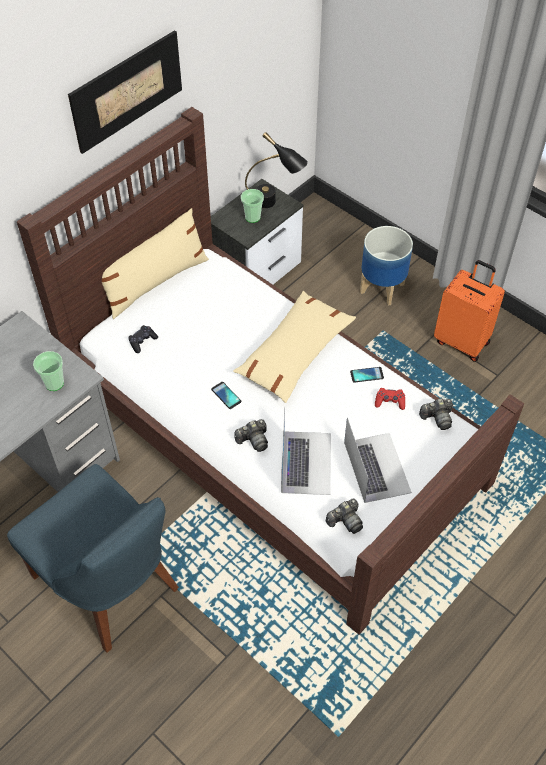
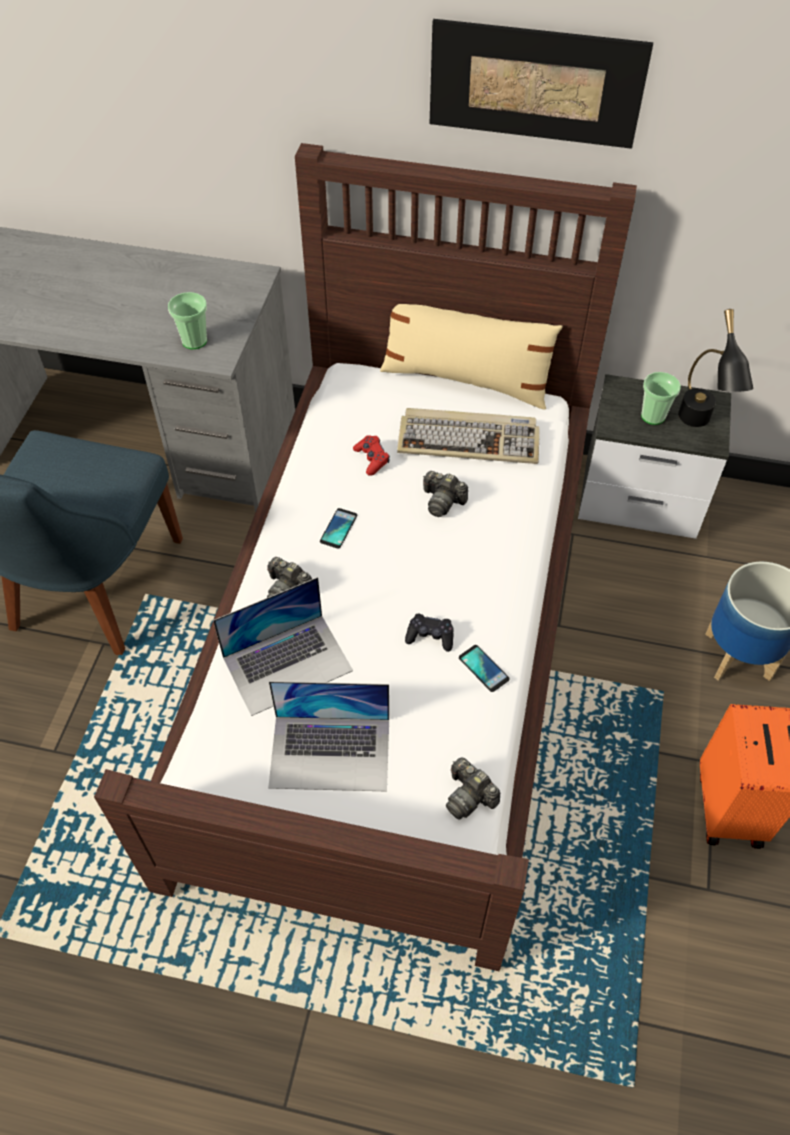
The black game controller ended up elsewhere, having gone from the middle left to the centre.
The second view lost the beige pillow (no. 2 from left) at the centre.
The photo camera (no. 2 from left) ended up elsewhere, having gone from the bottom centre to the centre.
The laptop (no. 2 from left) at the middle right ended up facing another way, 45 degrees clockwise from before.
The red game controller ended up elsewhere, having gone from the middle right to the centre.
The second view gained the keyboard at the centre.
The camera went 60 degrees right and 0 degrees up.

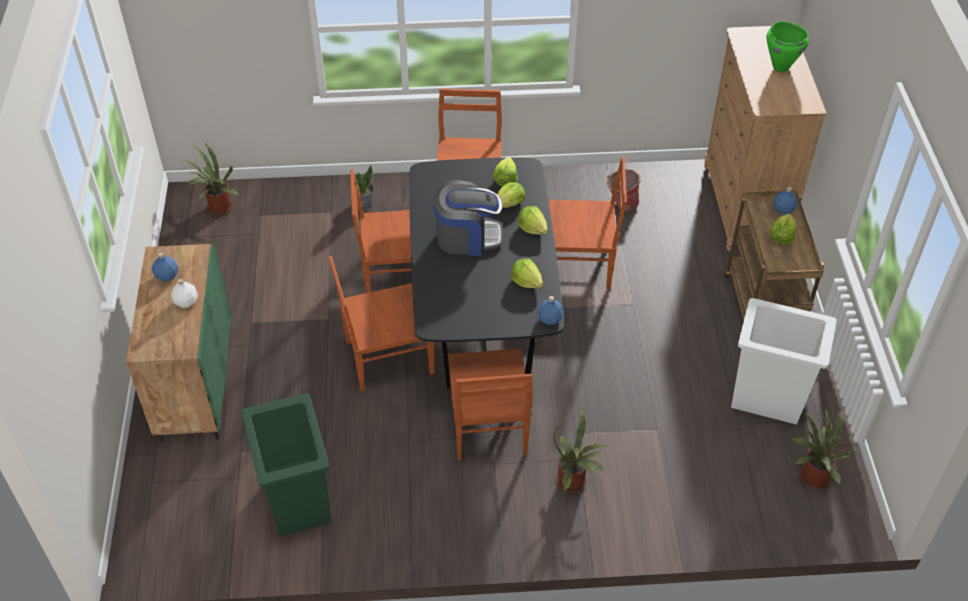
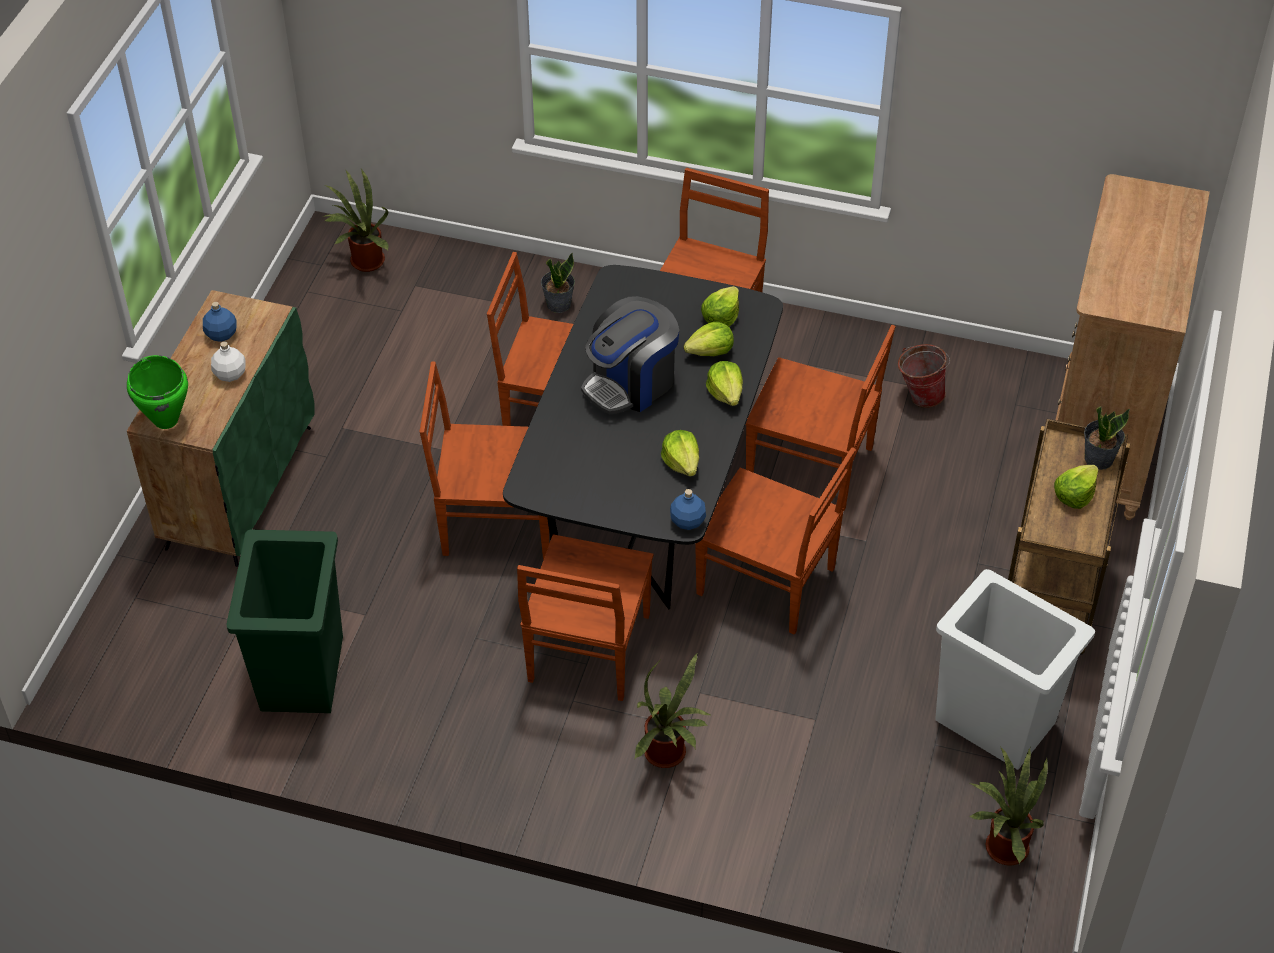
The coffee machine at the centre ended up facing another way, 120 degrees clockwise from before.
The green cooking pot ended up elsewhere, having gone from the top right to the middle left.
Where the blue bottle (no. 3 from left) stood at the top right, the potted plant (no. 5 from left) came to stand at the middle right.
The second view gained the brown chair (no. 5 from left) at the centre.
The camera went 20 degrees right and 0 degrees up.

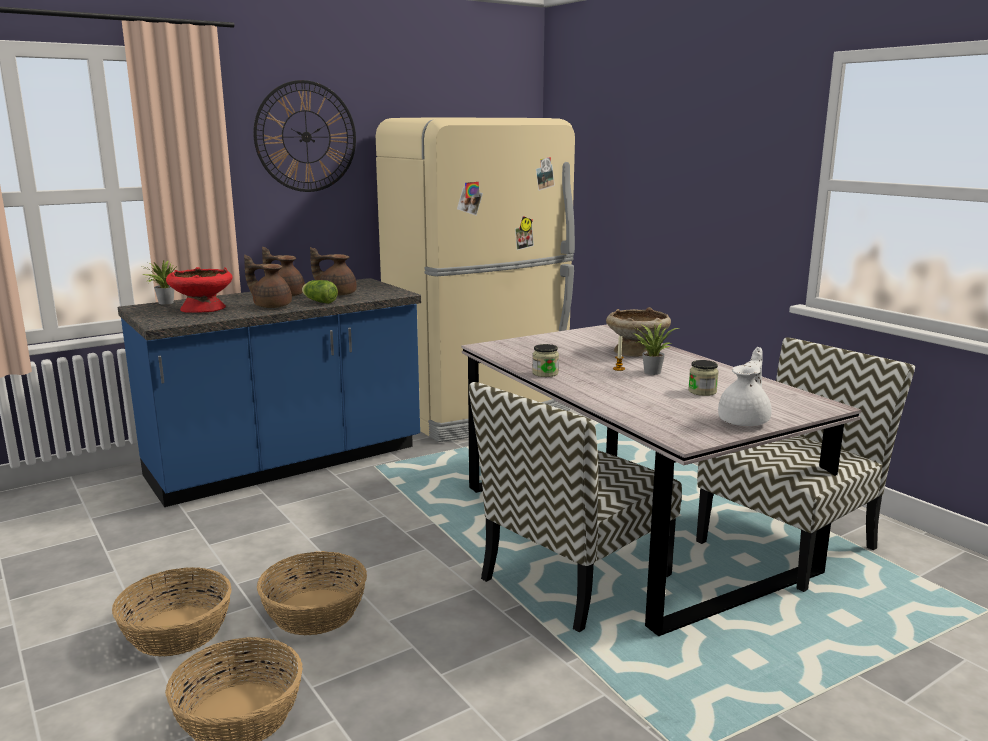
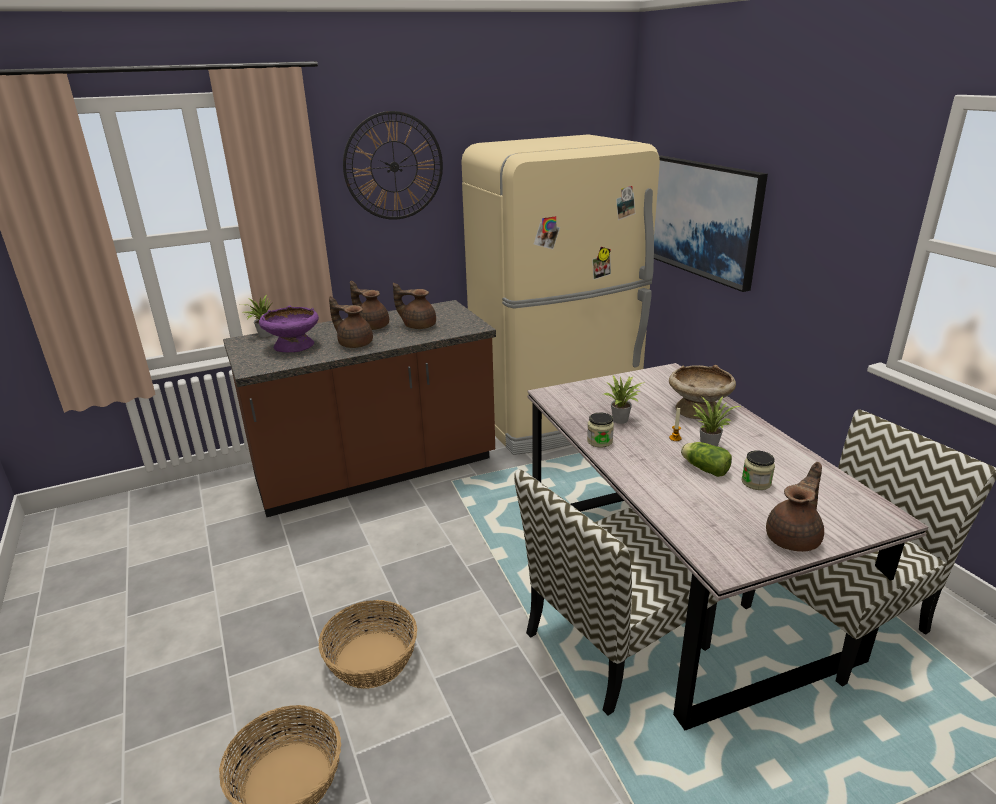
The second view lost the basket (no. 1 from left) at the bottom left.
What was the blue counter at the middle left turned into the brown counter at the centre.
What was the red bowl at the middle left turned into the purple bowl at the middle left.
The lettuce ended up elsewhere, having gone from the middle left to the middle right.
What was the white teapot at the middle right turned into the brown teapot (no. 4 from left) at the middle right.
The second view gained the potted plant (no. 2 from left) at the centre.
The second view gained the picture at the top right.
The camera went 10 degrees right and 10 degrees up.

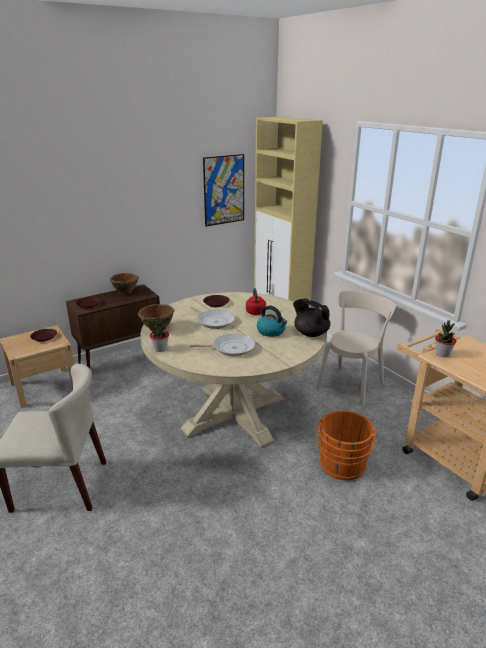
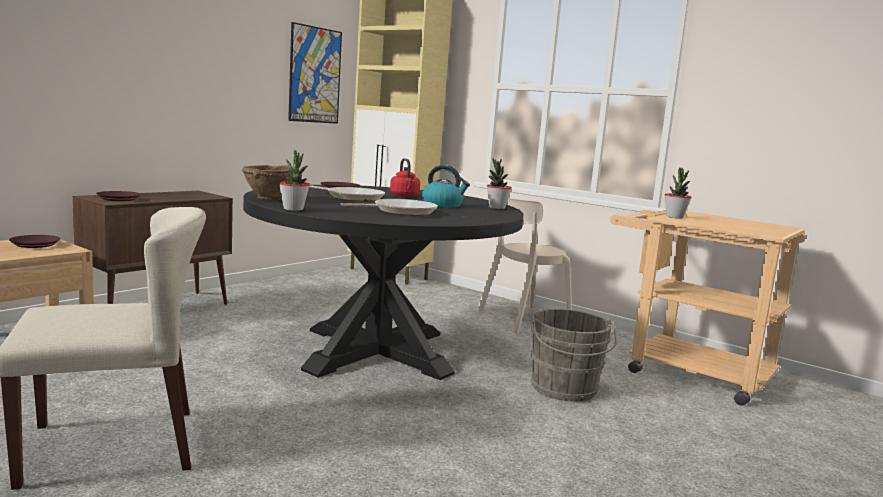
The second view lost the brown bowl (no. 1 from left) at the middle left.
What was the beige dining table at the centre turned into the black dining table at the centre.
Where the black teapot stood at the centre, the potted plant (no. 2 from left) came to stand at the centre.
The beige chair (no. 2 from left) at the middle right ended up facing another way, 135 degrees counterclockwise from before.
What was the orange bucket at the bottom right turned into the grey bucket at the bottom centre.
The camera went 20 degrees left and 15 degrees down.

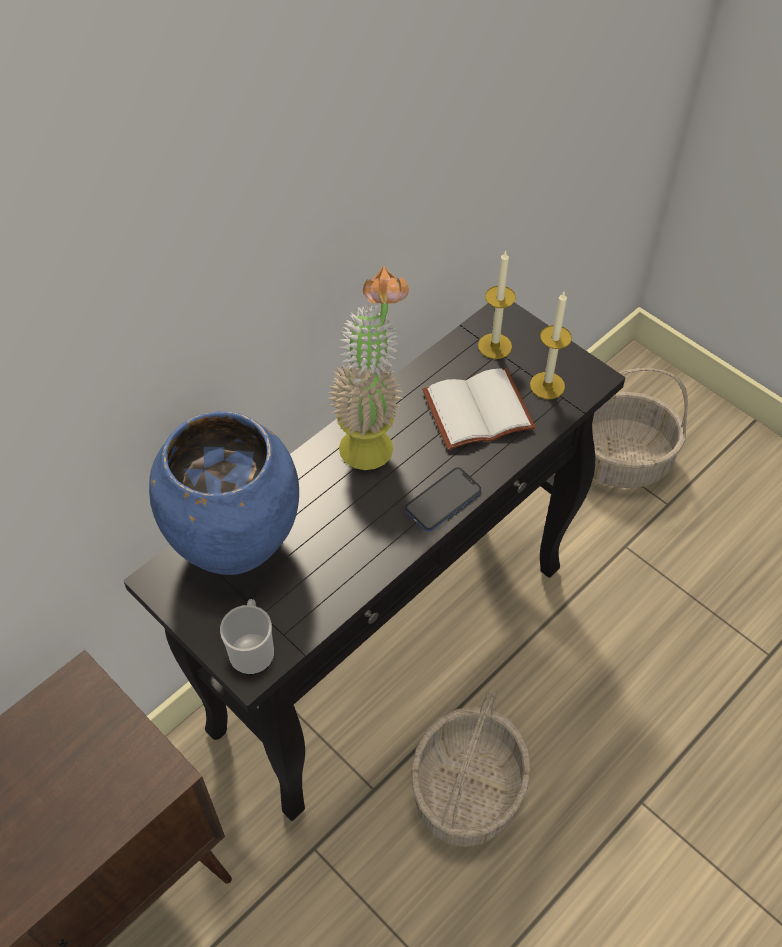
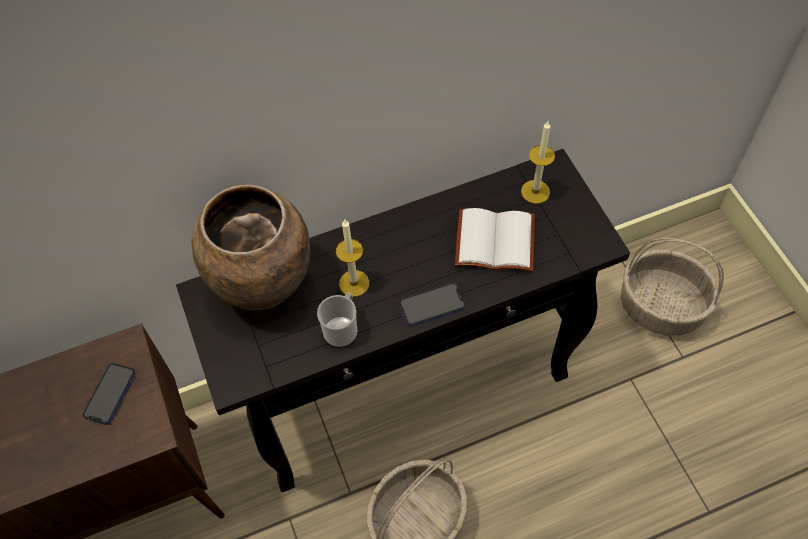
What was the blue vase at the middle left turned into the brown vase at the middle left.
The mug ended up elsewhere, having gone from the bottom left to the centre.
The second view lost the potted plant at the centre.
The candle (no. 2 from left in the first image) ended up elsewhere, having gone from the middle right to the centre.
The second view gained the phone (no. 1 from left) at the bottom left.
The camera went 25 degrees right and 5 degrees up.

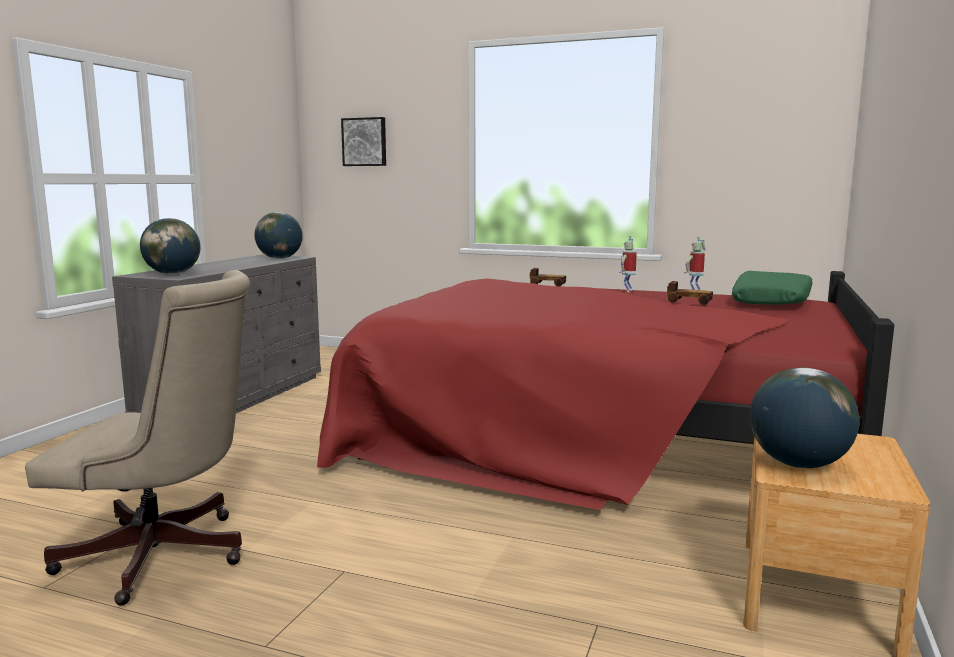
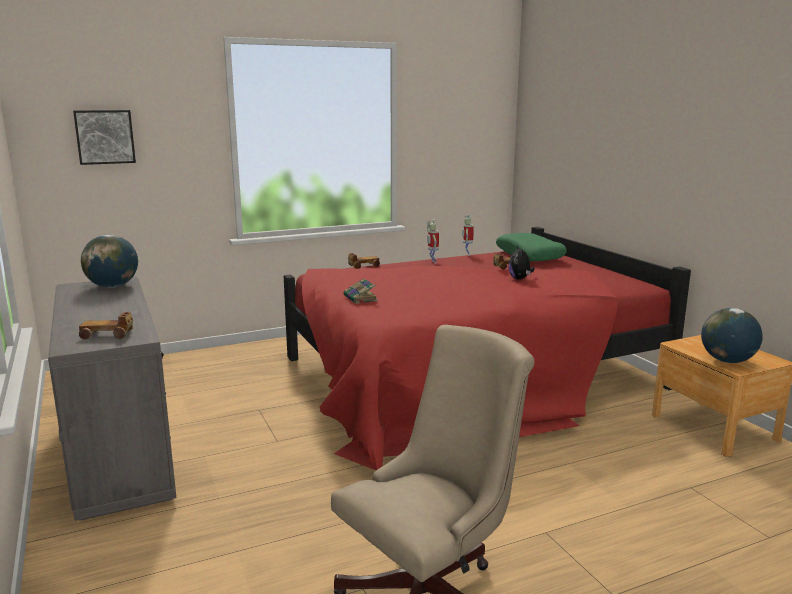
Where the globe (no. 1 from left) stood at the middle left, the toy car (no. 1 from left) came to stand at the middle left.
The second view gained the book at the centre.
The second view gained the plush toy at the centre.
The camera went 45 degrees left and 5 degrees up.

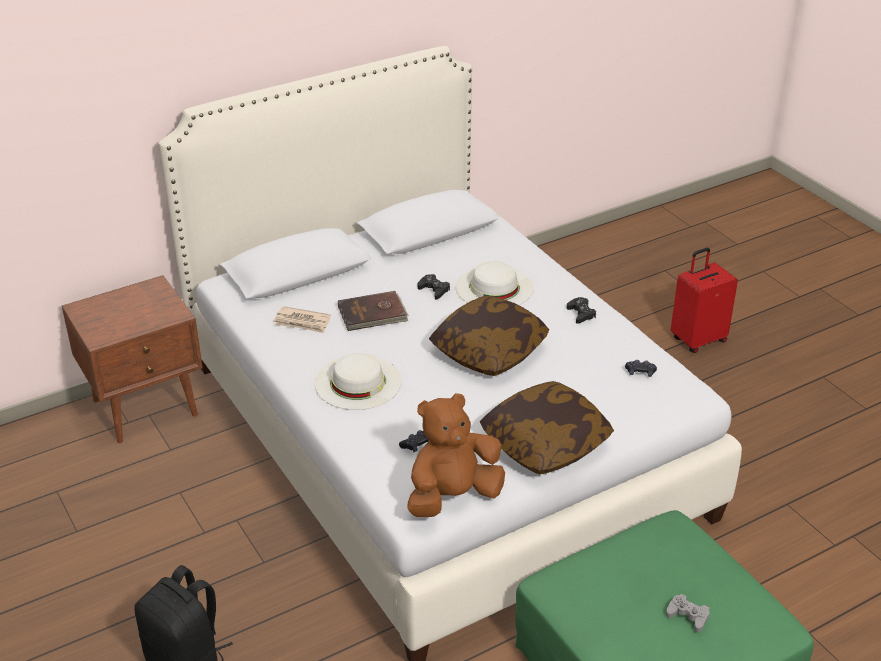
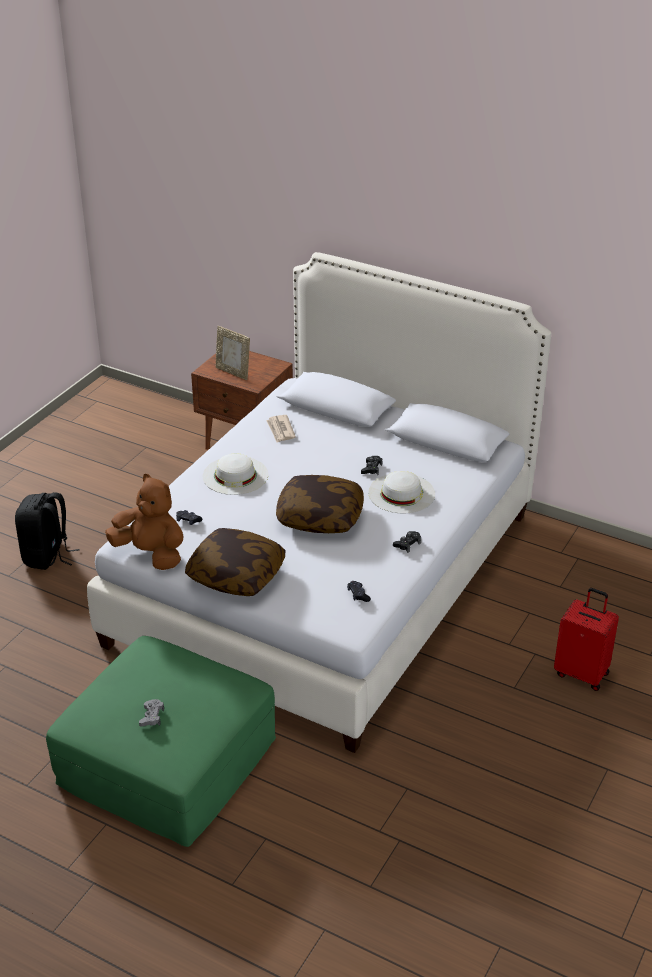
The second view lost the brown book at the centre.
The second view gained the picture frame at the centre.
The camera went 60 degrees right and 0 degrees up.

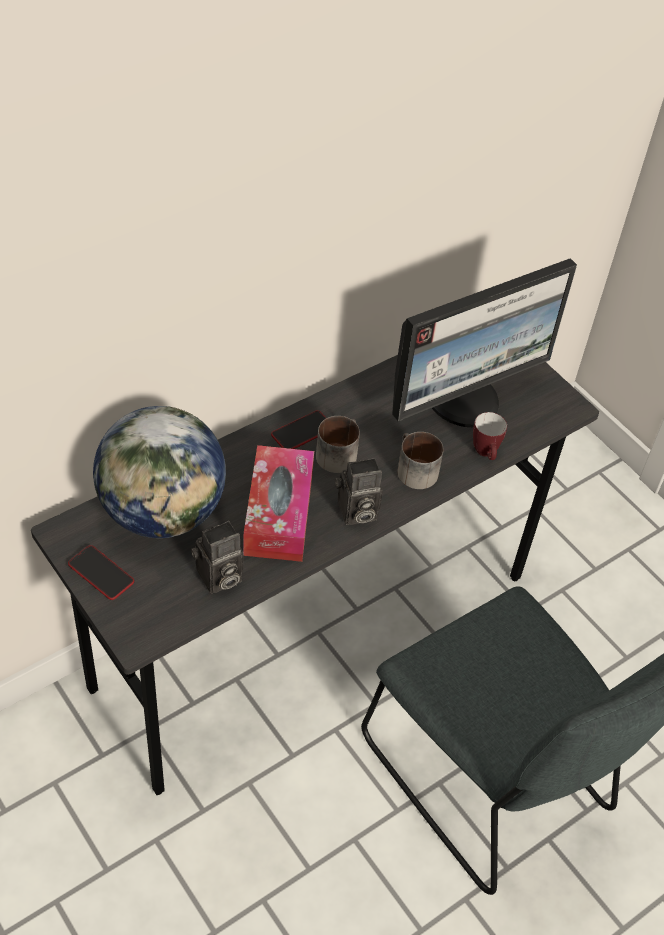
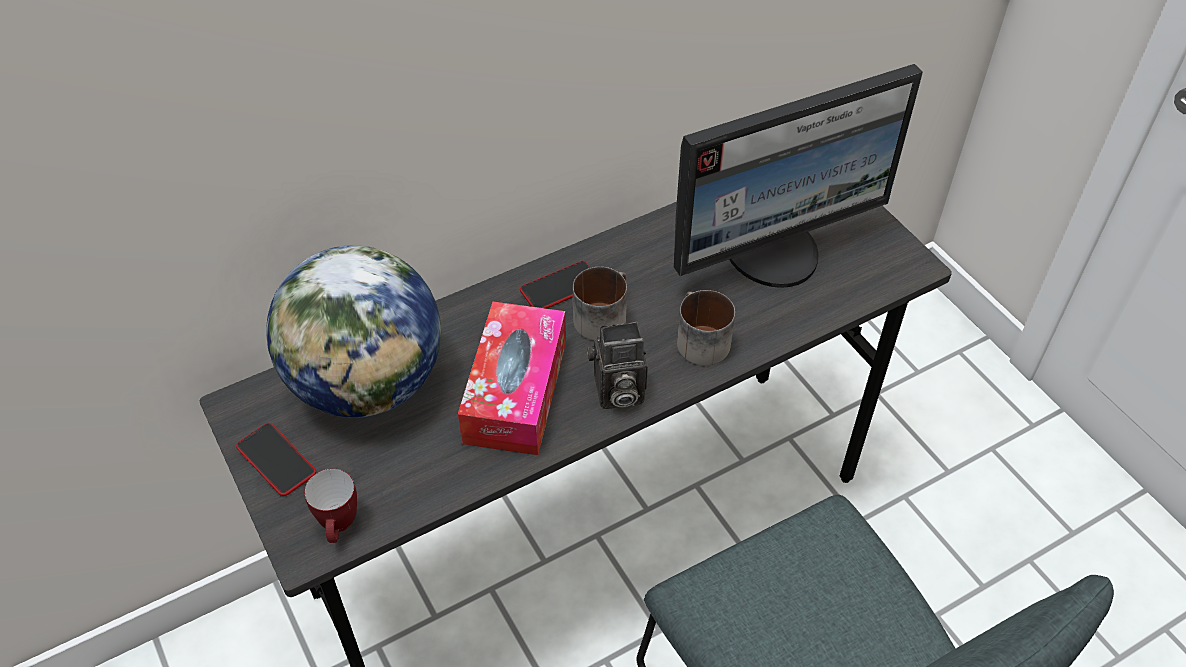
The second view lost the photo camera (no. 1 from left) at the middle left.
The mug (no. 3 from left in the first image) ended up elsewhere, having gone from the middle right to the bottom left.
The camera went 10 degrees right and 0 degrees up.

